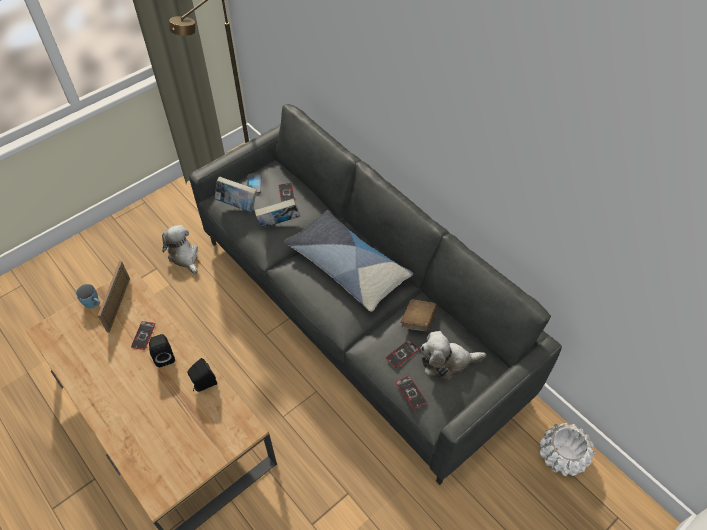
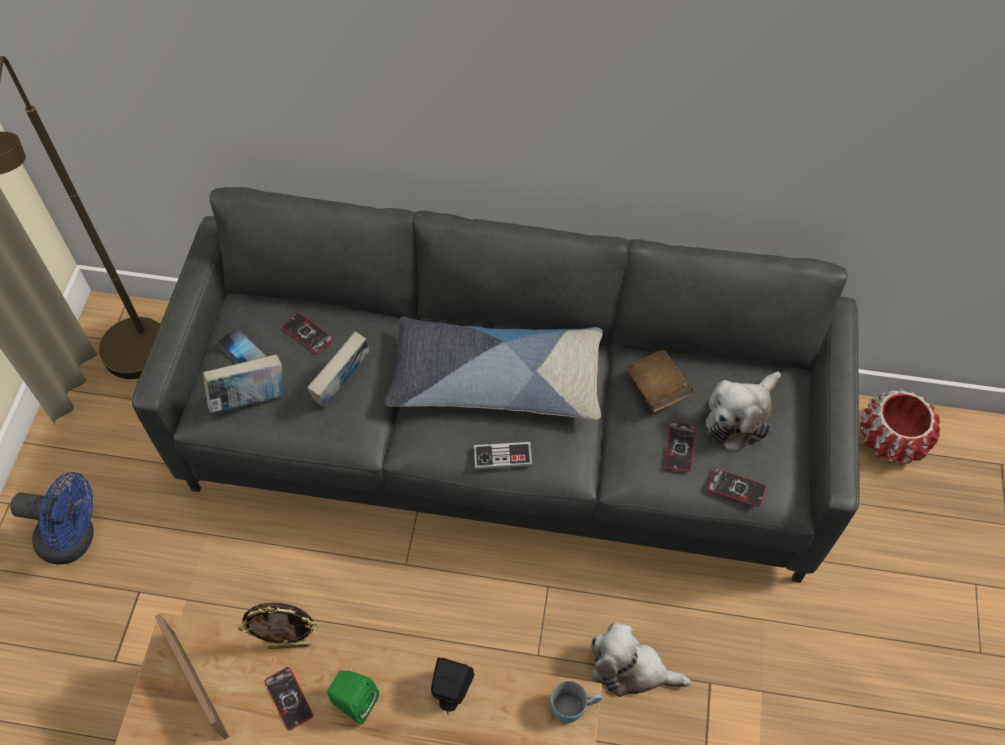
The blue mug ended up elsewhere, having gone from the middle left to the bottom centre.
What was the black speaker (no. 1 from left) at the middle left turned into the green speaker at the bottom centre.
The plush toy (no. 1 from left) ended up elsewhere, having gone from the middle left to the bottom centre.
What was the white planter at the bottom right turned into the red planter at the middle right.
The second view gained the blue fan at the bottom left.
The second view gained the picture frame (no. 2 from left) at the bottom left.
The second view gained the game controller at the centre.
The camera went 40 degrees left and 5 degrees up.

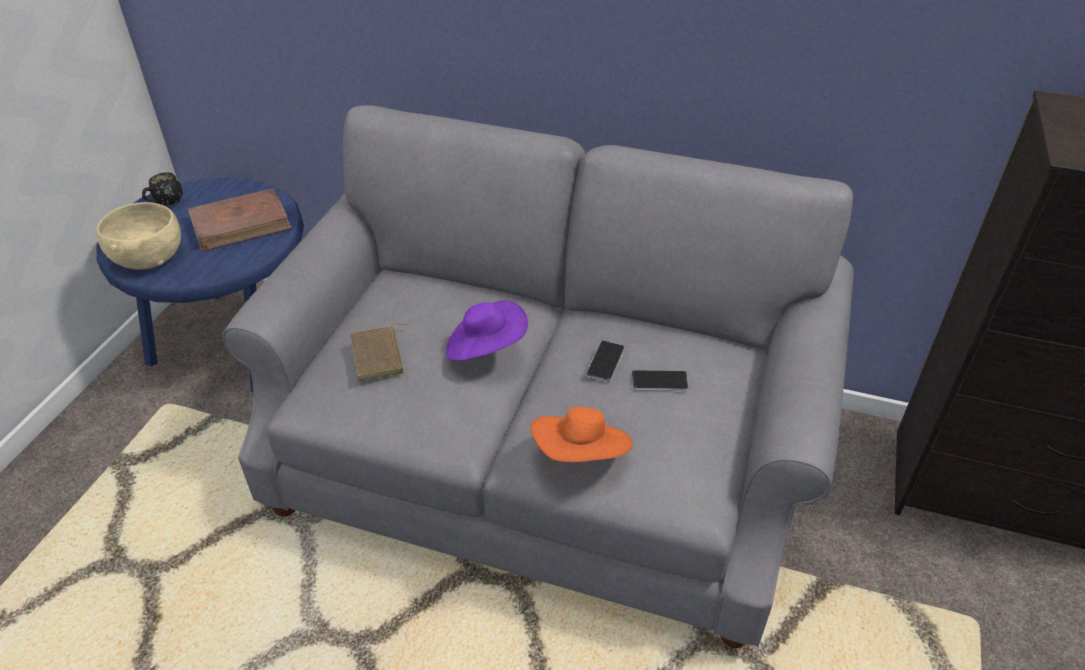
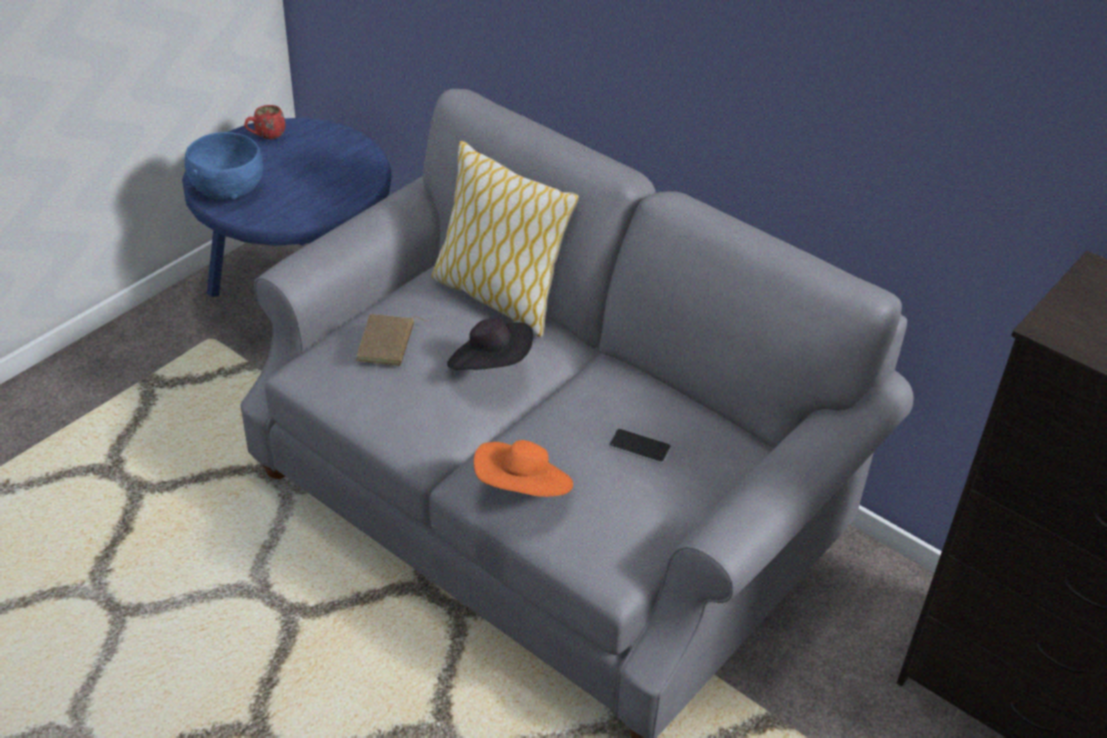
What was the beige bowl at the middle left turned into the blue bowl at the top left.
What was the black mug at the top left turned into the red mug at the top left.
The second view lost the brown book (no. 1 from left) at the top left.
What was the purple hat at the centre turned into the black hat at the centre.
The second view lost the phone (no. 1 from left) at the centre.
The second view gained the pillow at the top centre.
The camera went 20 degrees right and 0 degrees up.

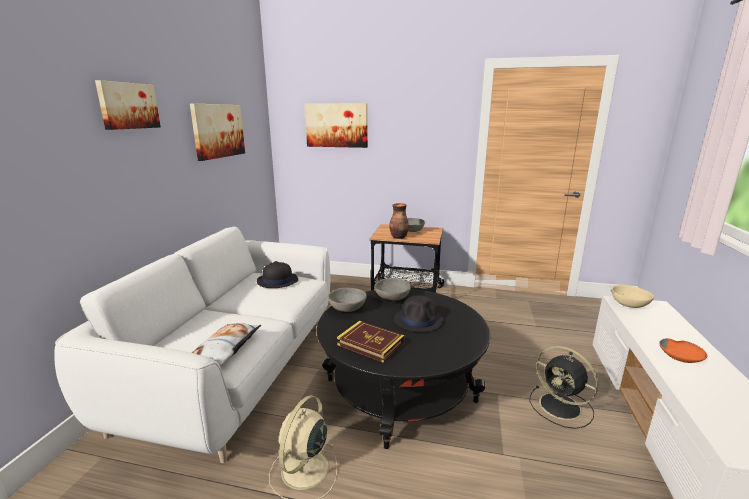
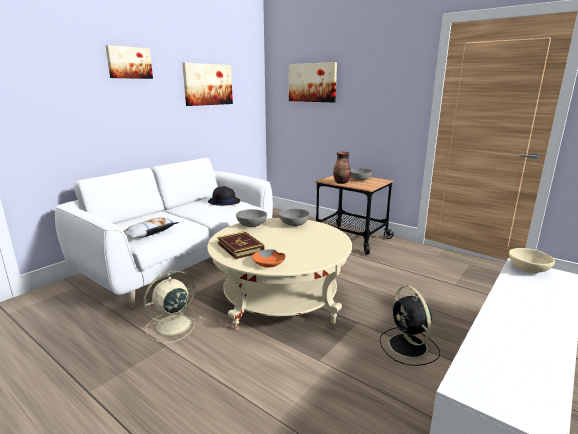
What was the black coffee table at the bottom centre turned into the beige coffee table at the centre.
The second view lost the black hat (no. 2 from left) at the centre.
The orange bowl ended up elsewhere, having gone from the bottom right to the centre.
The camera went 25 degrees right and 0 degrees up.

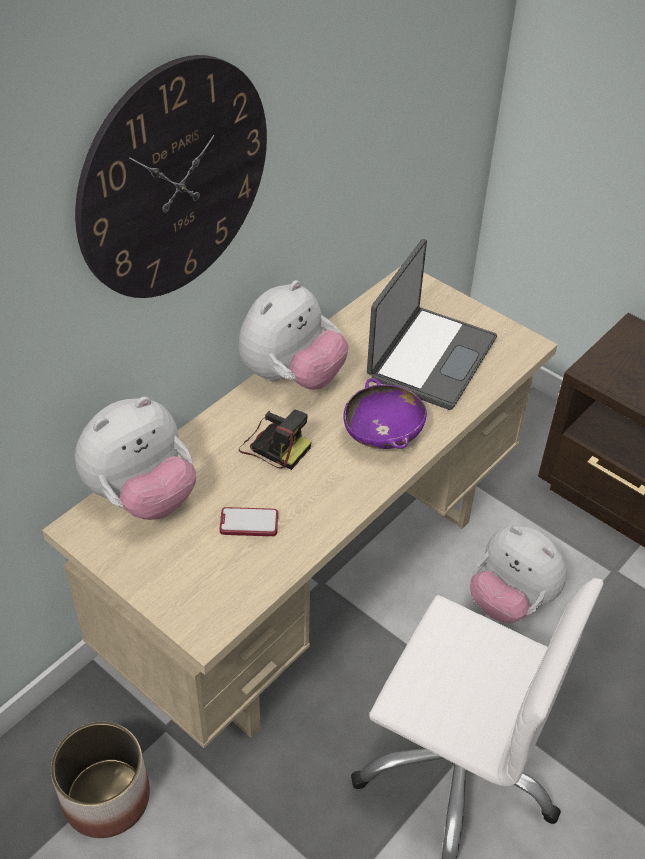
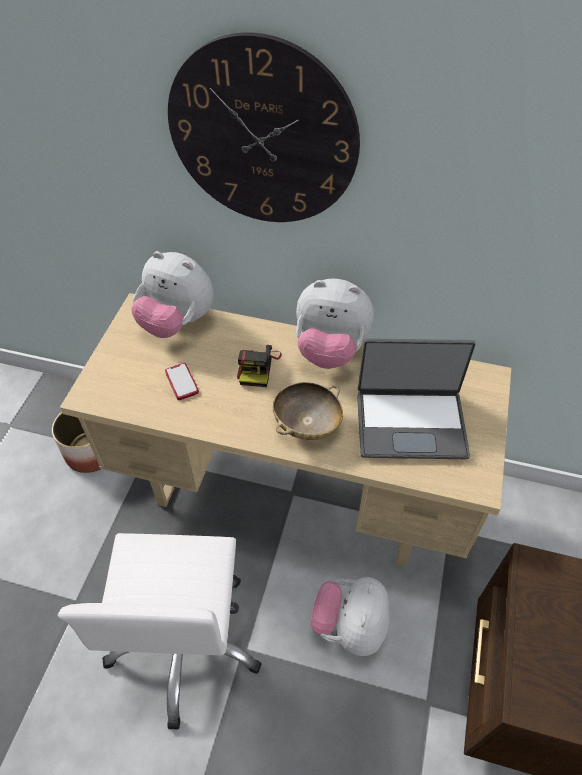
What was the purple bowl at the centre turned into the beige bowl at the centre.
The camera went 65 degrees right and 5 degrees up.

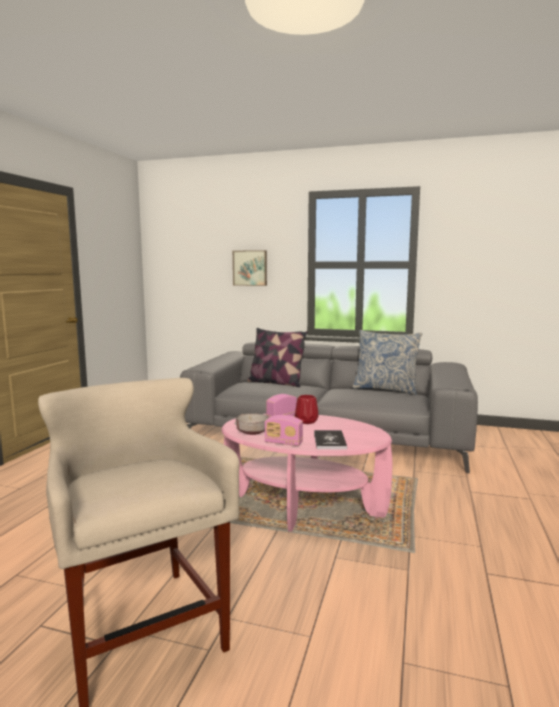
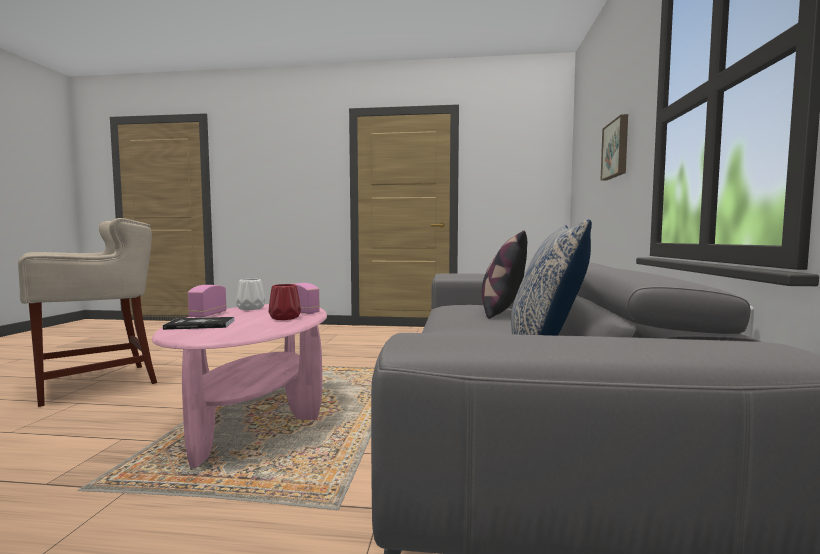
Where the grey bowl stood at the centre, the white vase came to stand at the middle left.
The camera went 80 degrees right and 5 degrees down.

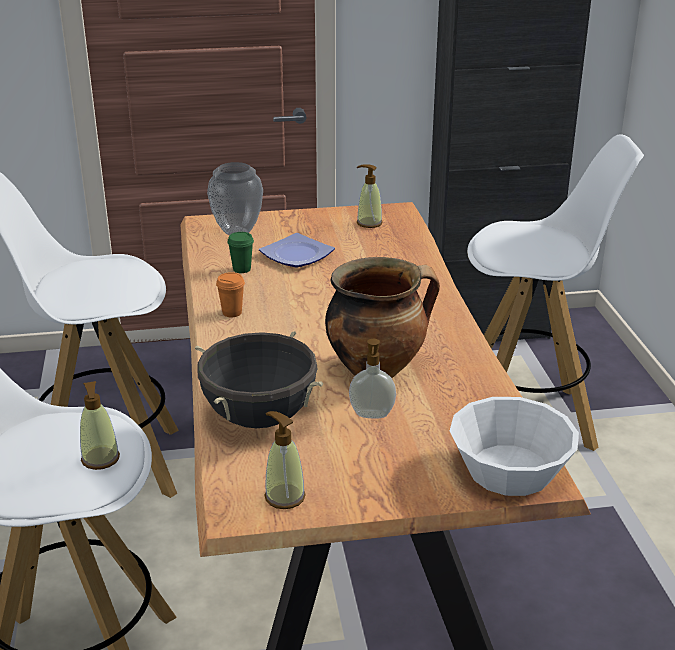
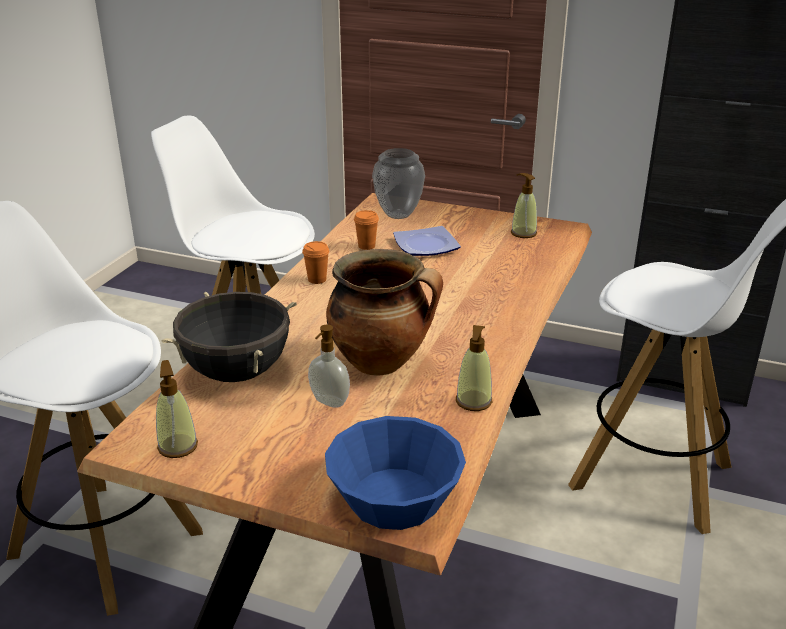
The soap dispenser (no. 1 from left in the first image) ended up elsewhere, having gone from the middle left to the centre.
What was the green cup at the centre turned into the orange cup (no. 2 from left) at the centre.
What was the white bowl at the bottom right turned into the blue bowl at the bottom centre.
The camera went 30 degrees right and 0 degrees up.

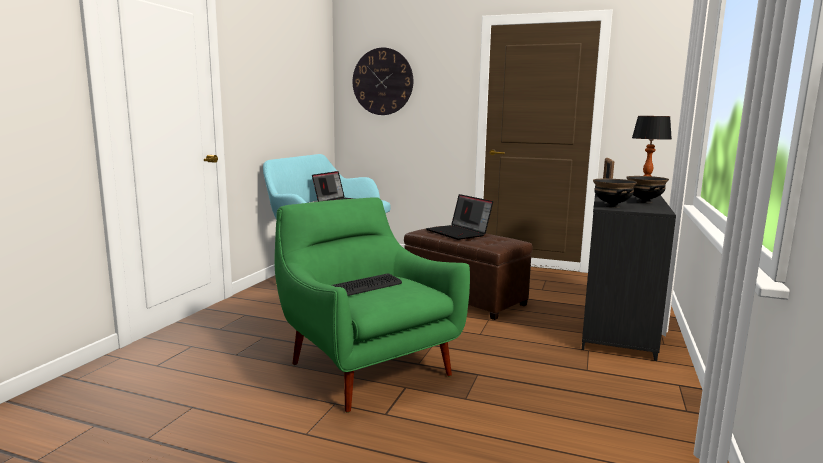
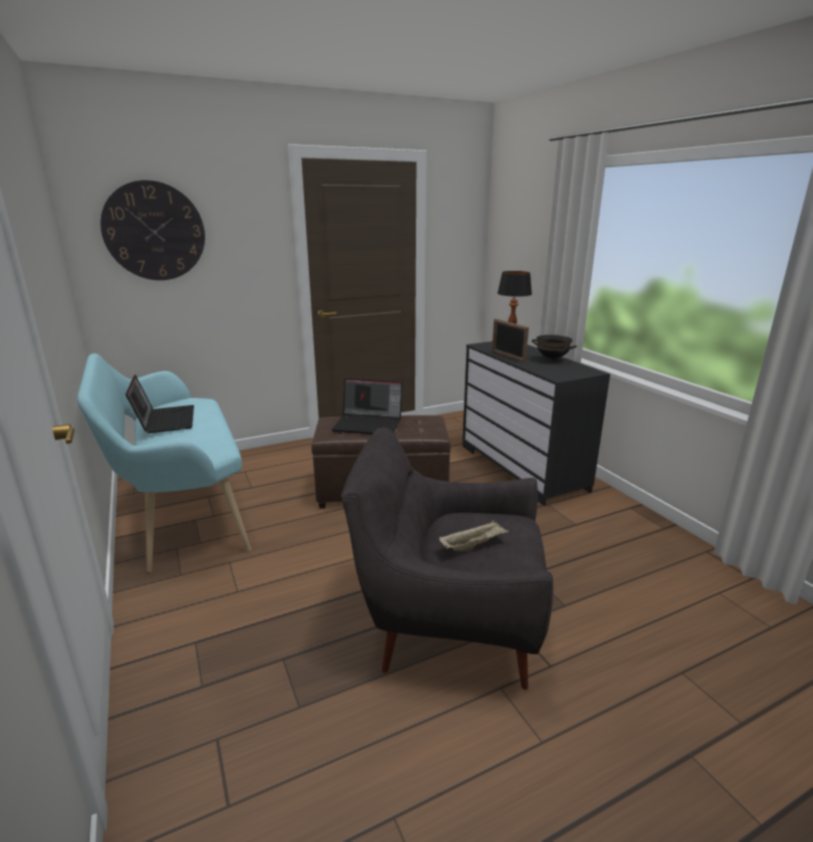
What was the green armchair at the centre turned into the grey armchair at the centre.
Where the keyboard stood at the centre, the beige tray came to stand at the centre.
The second view lost the black bowl (no. 1 from left) at the middle right.
The camera went 45 degrees left and 10 degrees up.

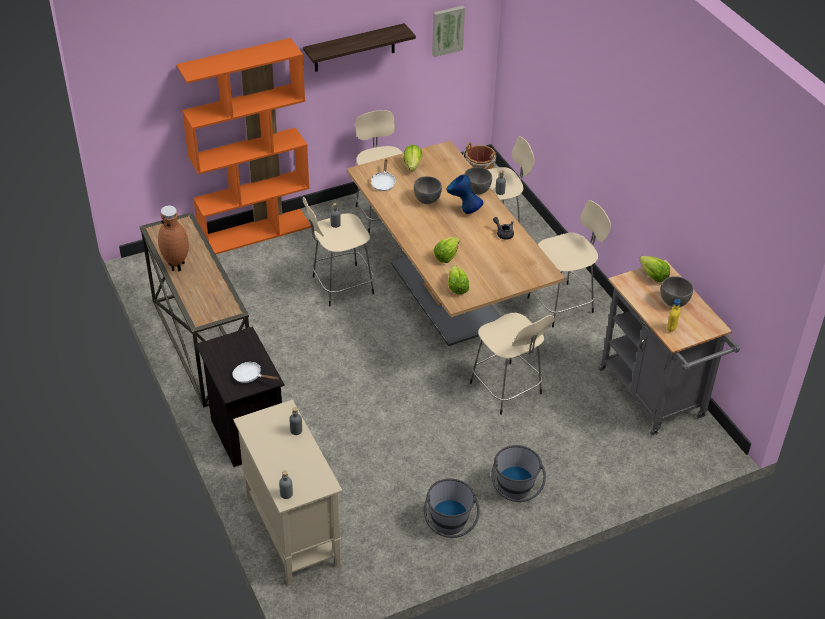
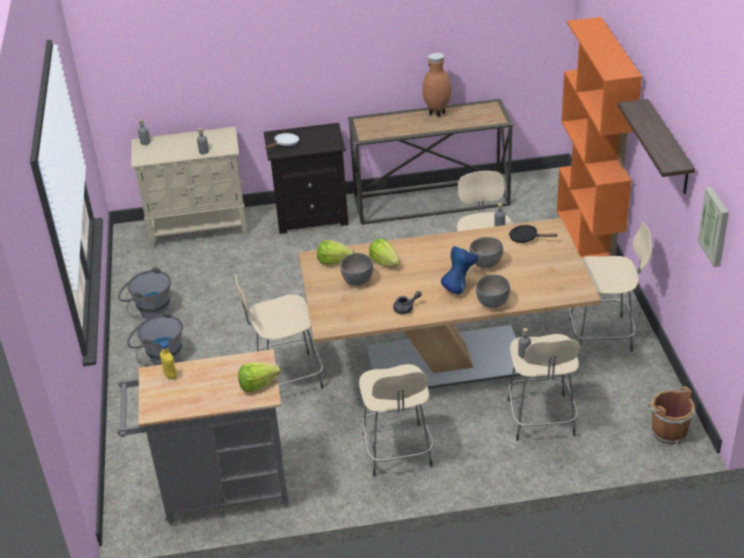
What was the white frying pan (no. 2 from left) at the top centre turned into the black frying pan at the middle right.
The second view lost the lettuce (no. 1 from left) at the top centre.
The grey bowl (no. 3 from left in the first image) ended up elsewhere, having gone from the middle right to the centre.
The camera went 110 degrees right and 5 degrees down.

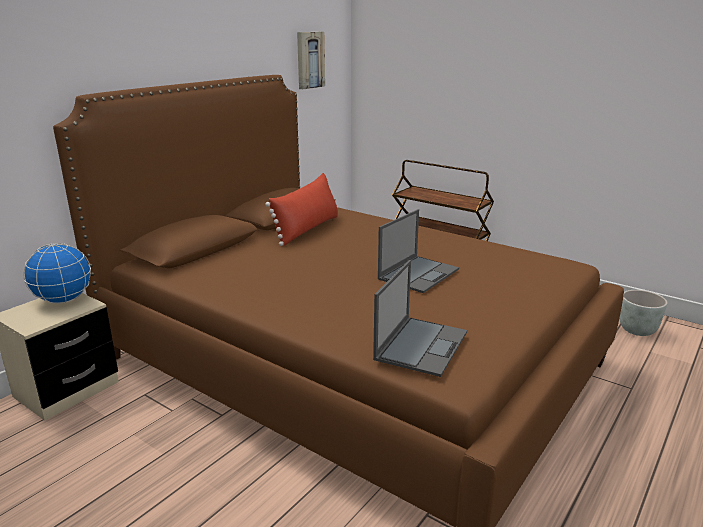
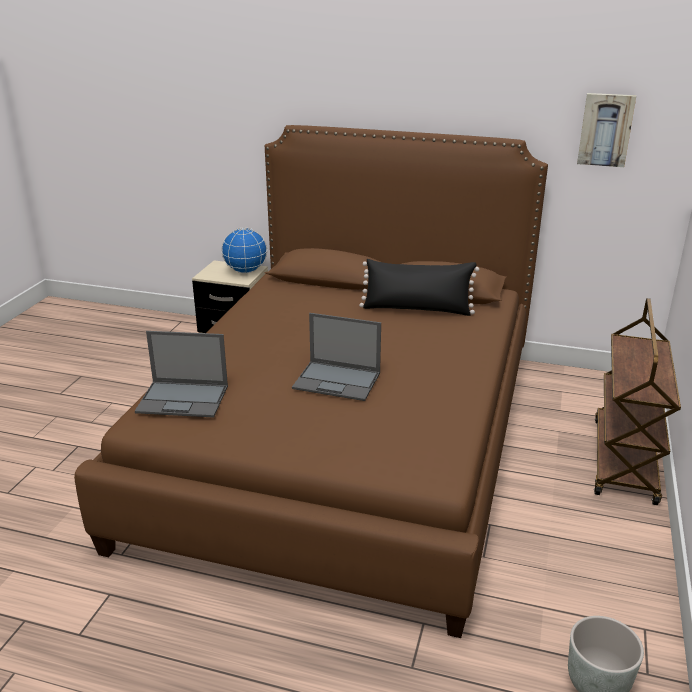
What was the red pillow at the centre turned into the black pillow at the centre.
The camera went 70 degrees right and 5 degrees up.

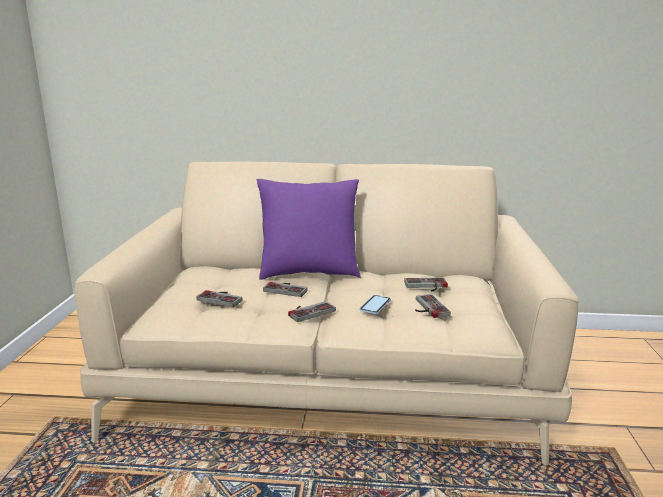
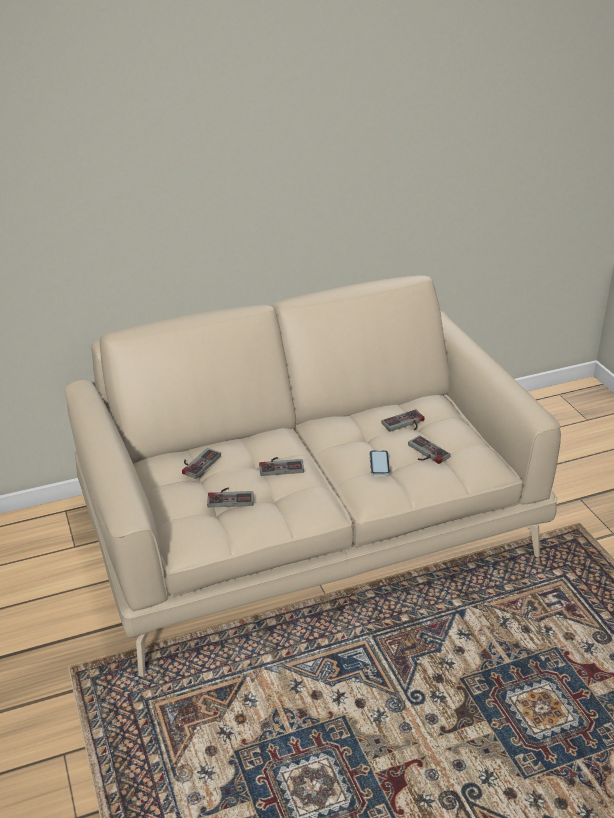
The second view lost the purple pillow at the centre.
The game controller (no. 3 from left in the first image) ended up elsewhere, having gone from the centre to the middle left.
The camera went 25 degrees left and 15 degrees up.

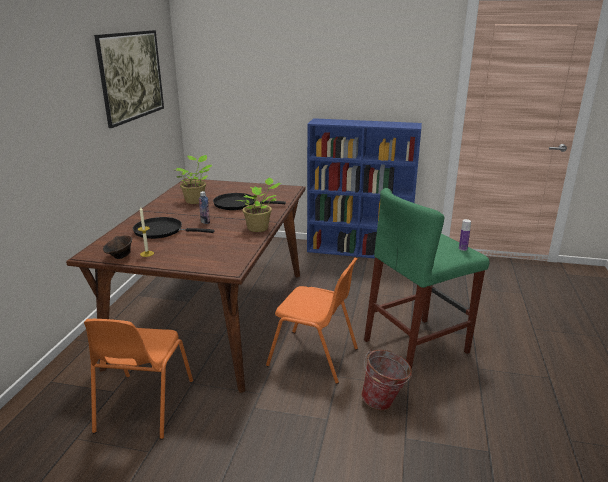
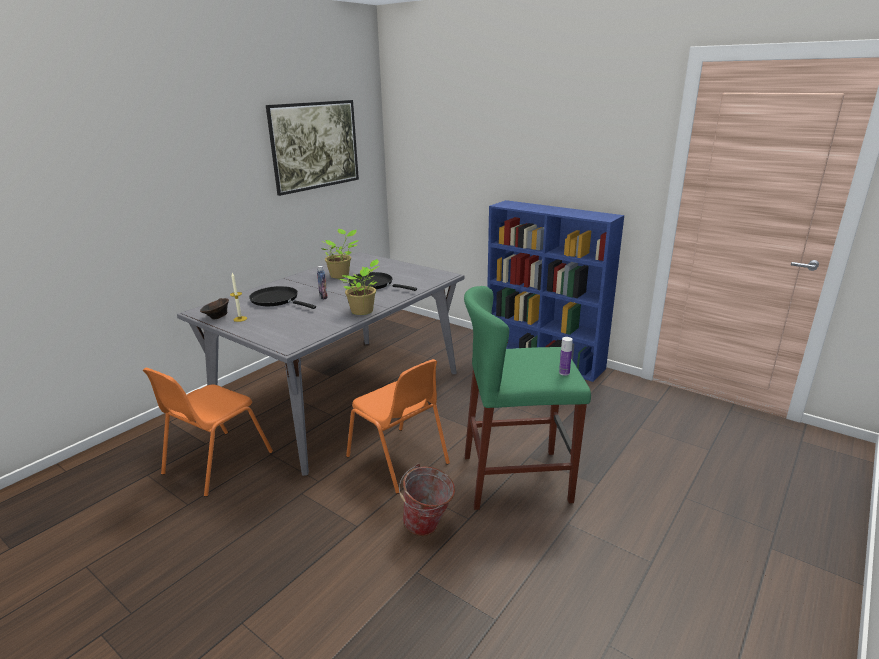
What was the brown dining table at the middle left turned into the grey dining table at the centre.
The camera went 25 degrees right and 0 degrees up.

